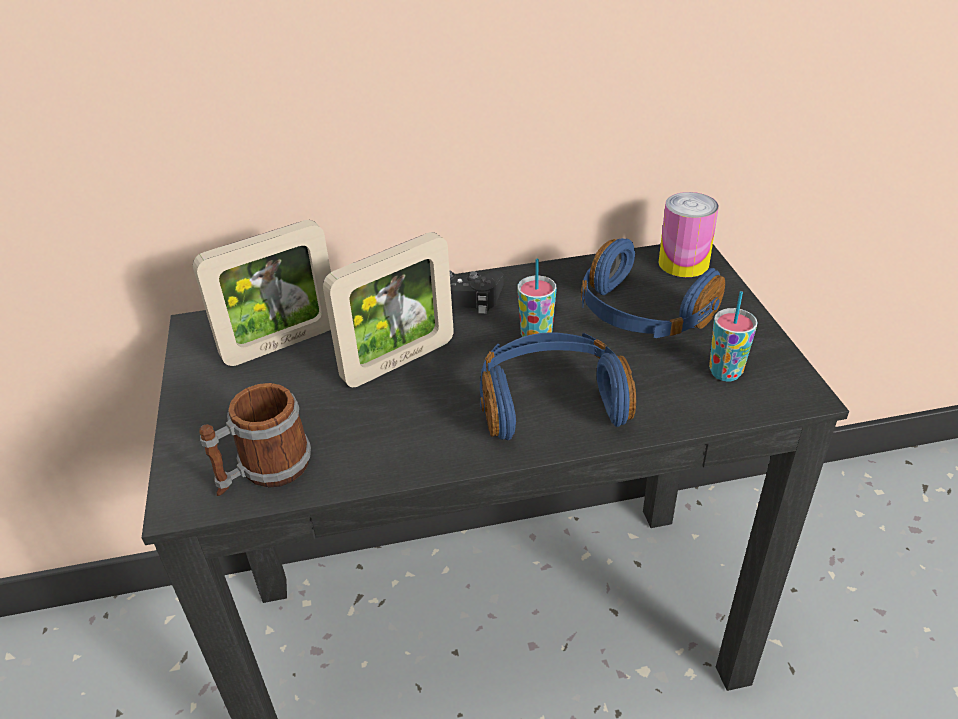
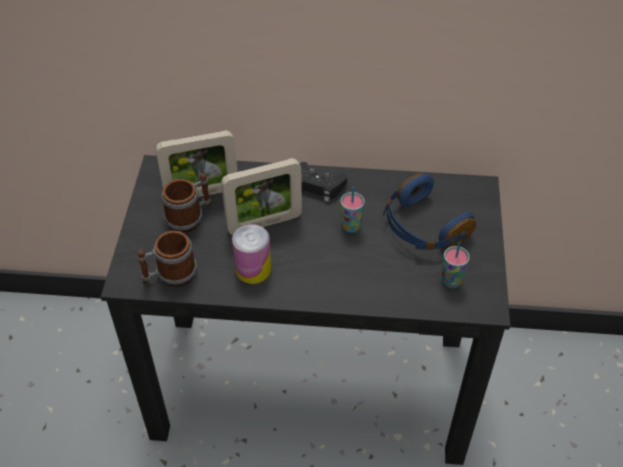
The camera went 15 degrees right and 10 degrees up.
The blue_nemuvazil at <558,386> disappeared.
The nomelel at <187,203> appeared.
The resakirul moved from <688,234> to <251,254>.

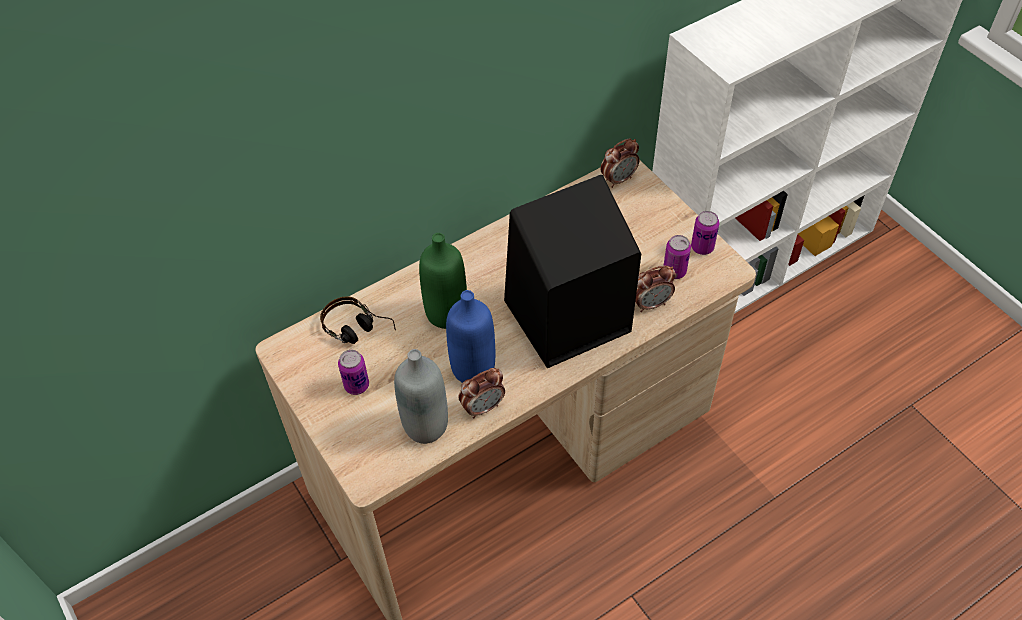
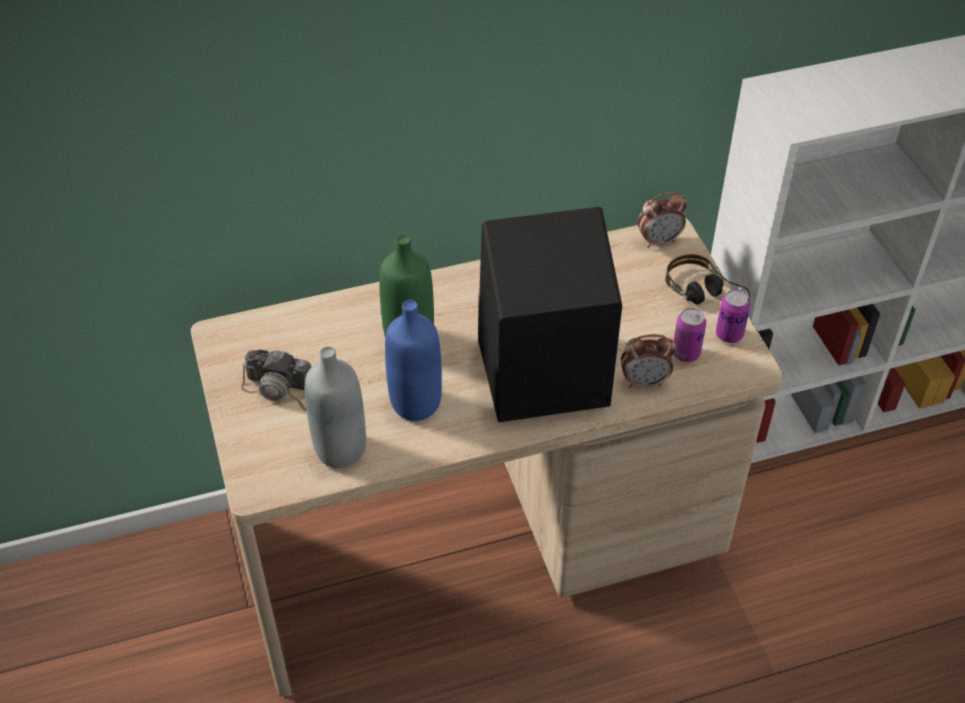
The camera went 15 degrees right and 5 degrees down.
The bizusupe at <481,393> disappeared.
The nemuvazil moved from <358,320> to <707,279>.
The resakirul at <353,372> was replaced by the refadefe at <276,380>.

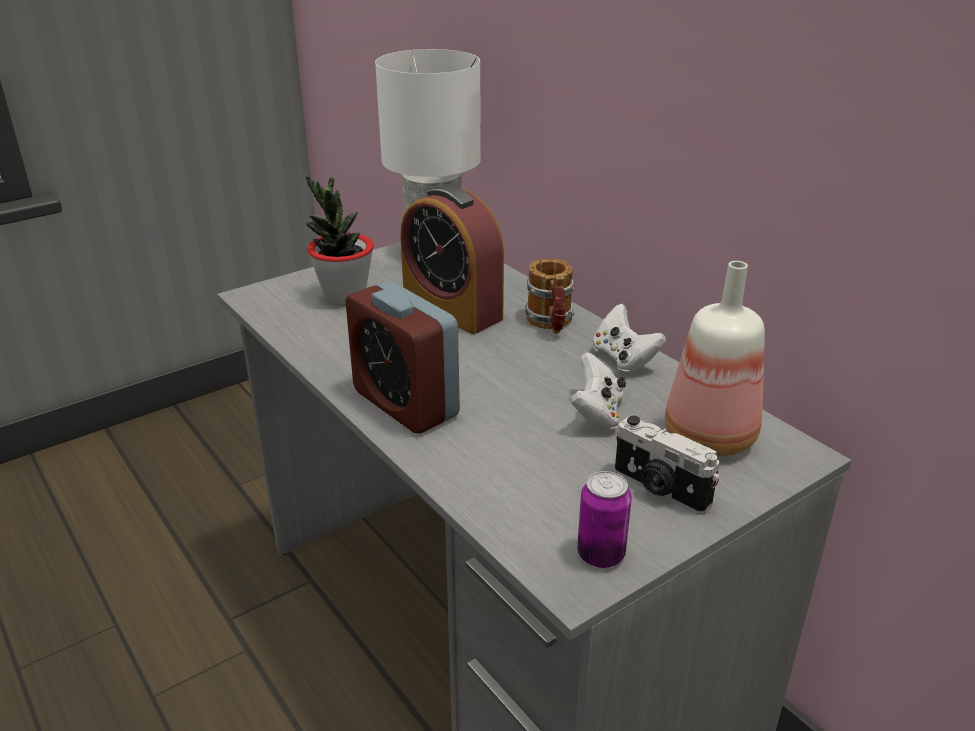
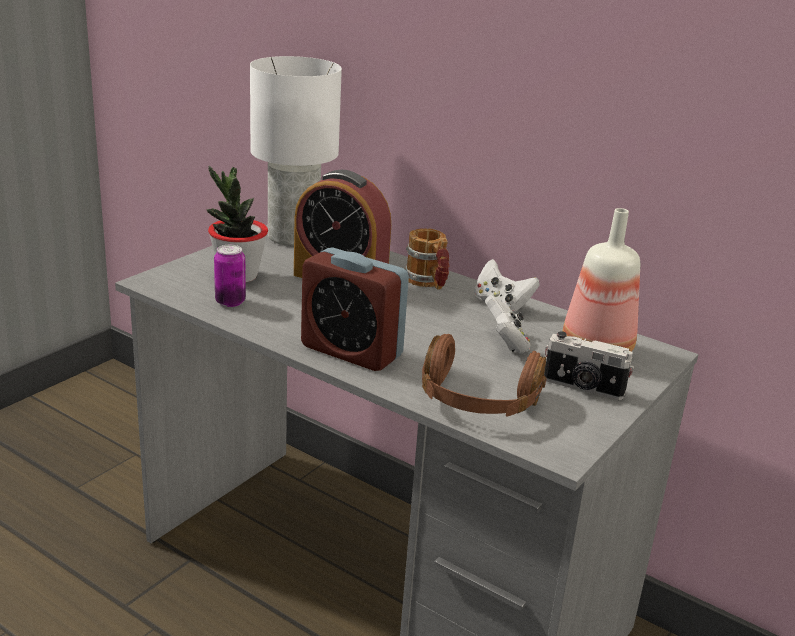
The camera went 20 degrees left and 5 degrees down.
The brown_nemuvazil at <484,375> appeared.
The resakirul moved from <604,519> to <230,276>.

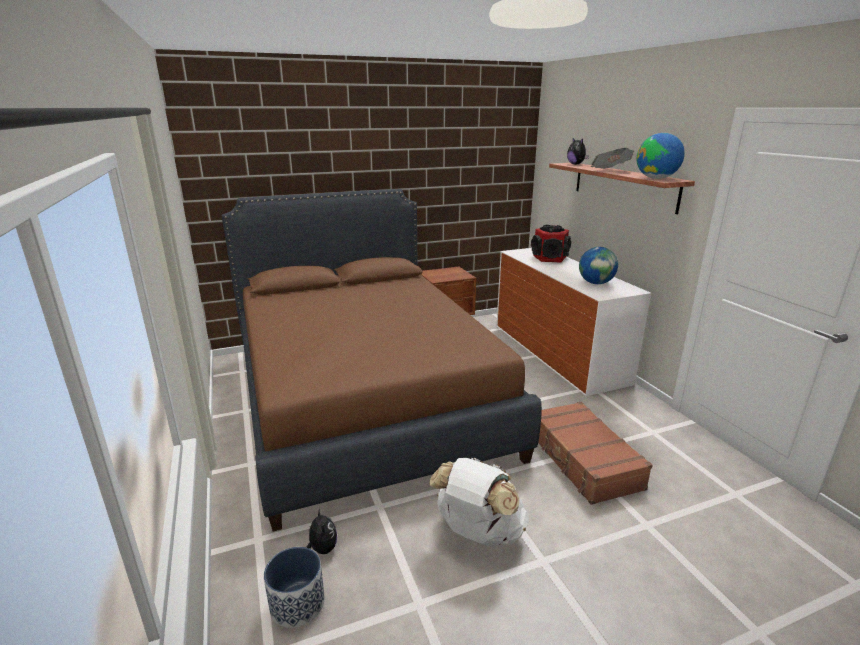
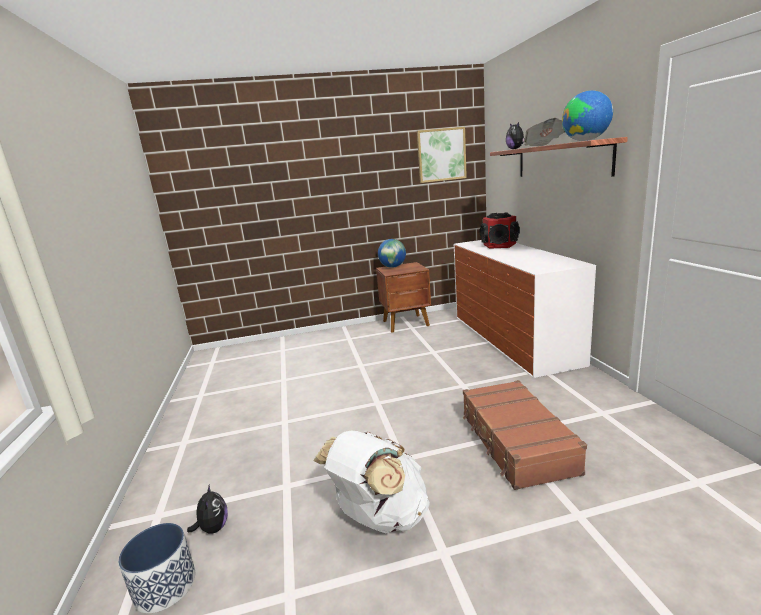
The camera went 10 degrees right and 5 degrees down.
The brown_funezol at <382,360> disappeared.
The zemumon at <442,155> appeared.
The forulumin moved from <598,265> to <392,253>.

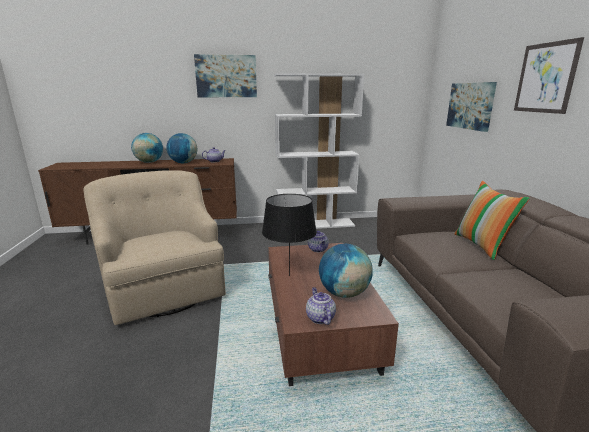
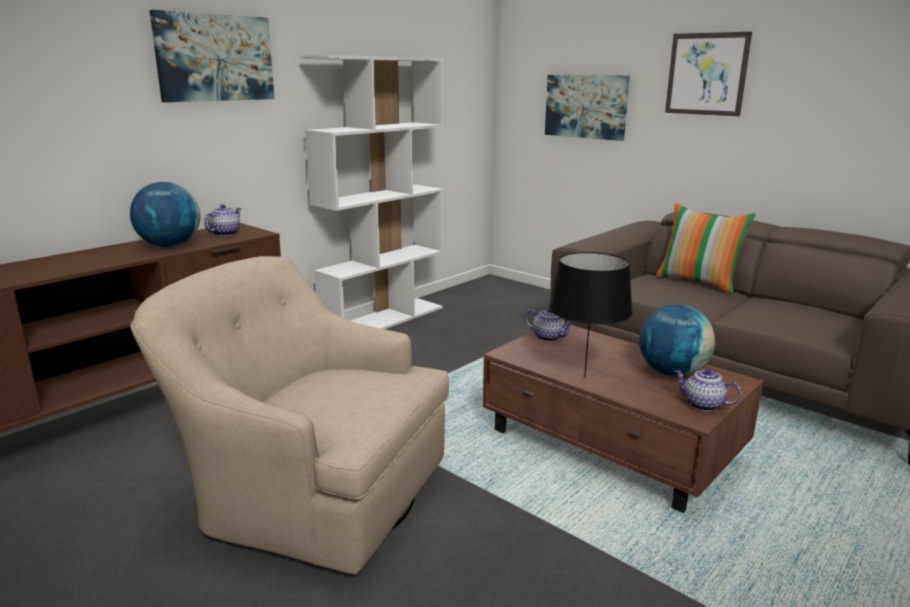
The camera went 40 degrees left and 0 degrees up.
The forulumin at <147,148> disappeared.

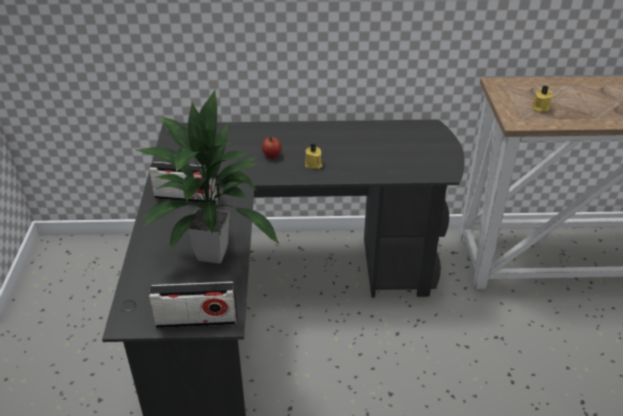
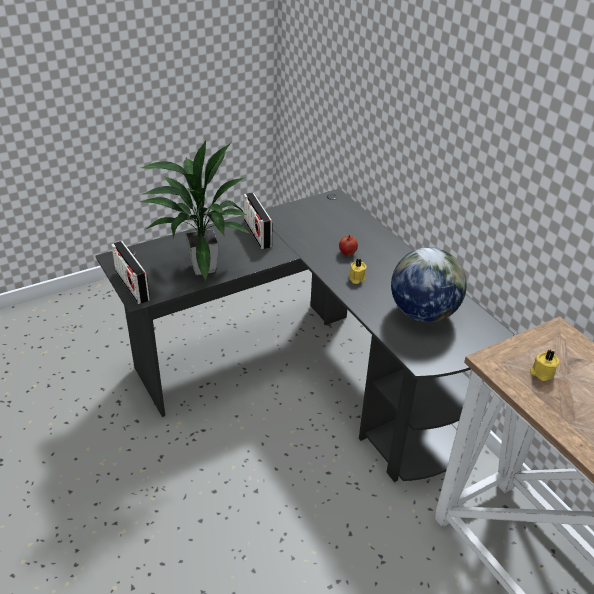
The camera went 60 degrees right and 0 degrees up.
The forulumin at <429,284> appeared.

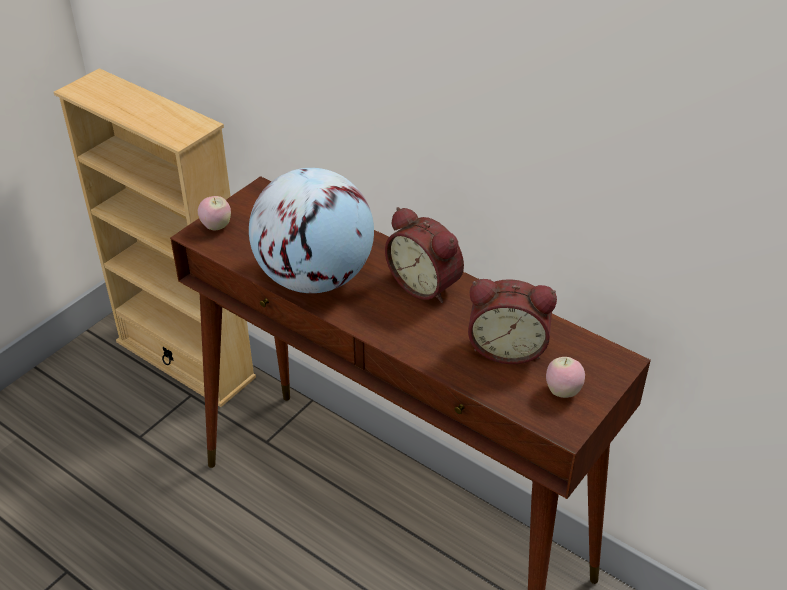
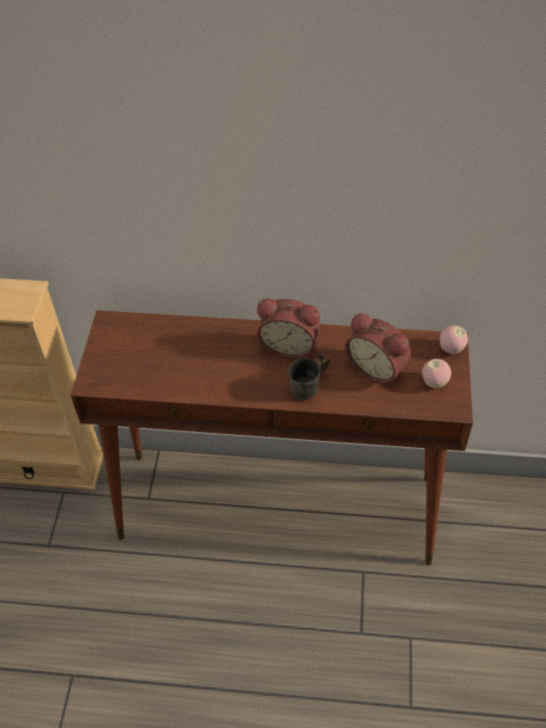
The camera went 30 degrees left and 10 degrees up.
The forulumin at <311,230> disappeared.
The grey_nomelel at <309,376> appeared.
The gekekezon moved from <214,213> to <454,339>.
The bizusupe at <512,321> turned 60 degrees clockwise.

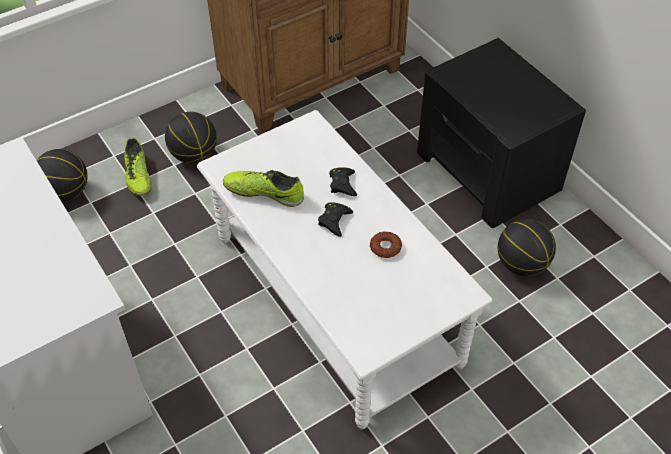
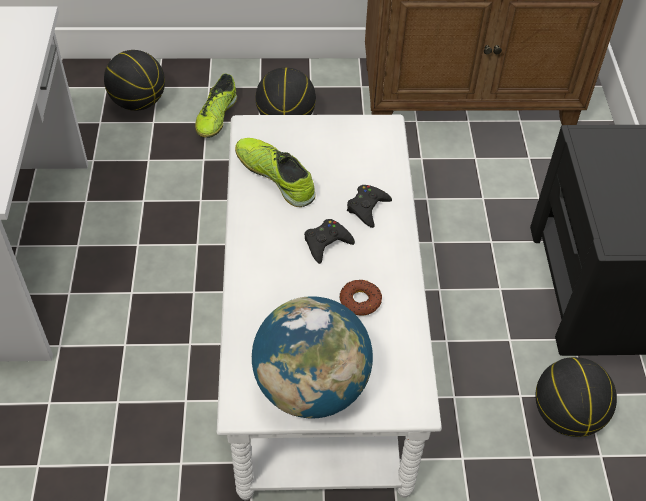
The camera went 30 degrees right and 0 degrees up.
The forulumin at <312,357> appeared.

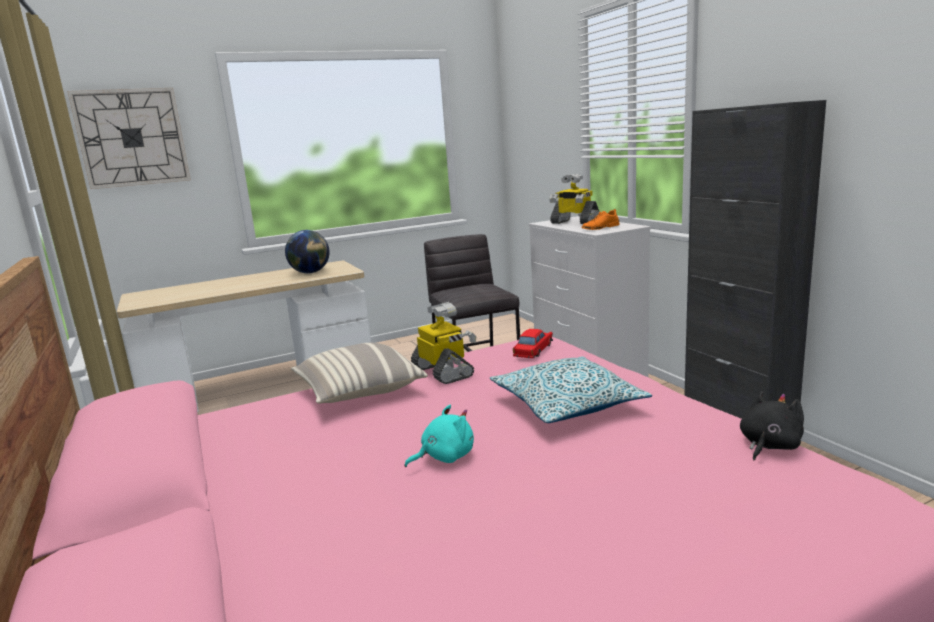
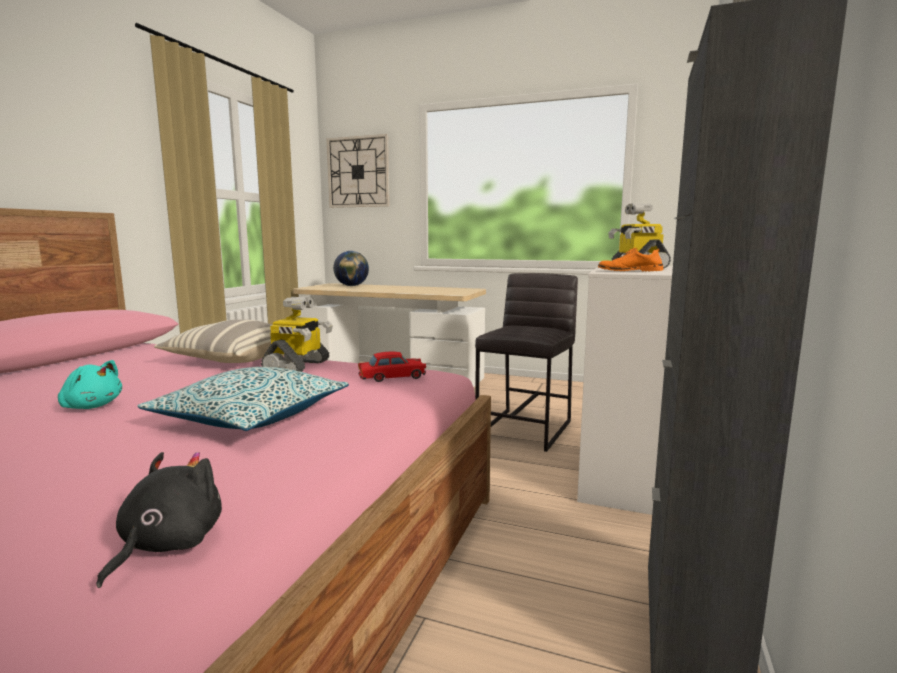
The camera went 45 degrees right and 5 degrees down.
The forulumin moved from <307,251> to <351,268>.
The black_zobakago at <772,425> turned 75 degrees counterclockwise.

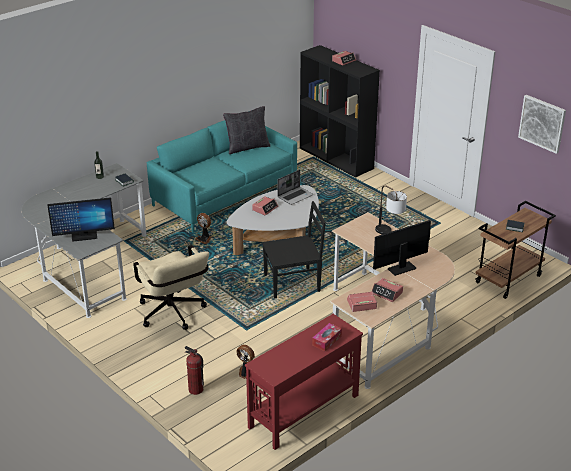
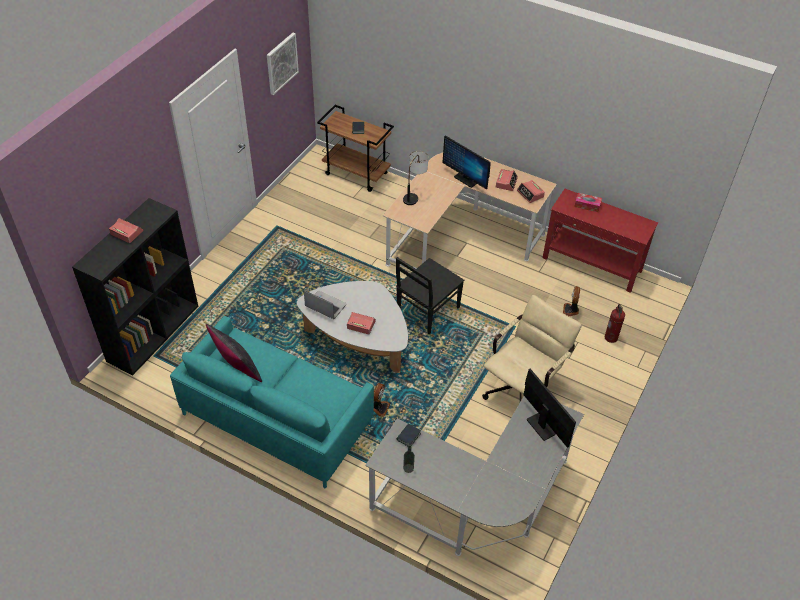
The camera went 110 degrees left and 15 degrees up.
The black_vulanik at <294,249> turned 105 degrees counterclockwise.

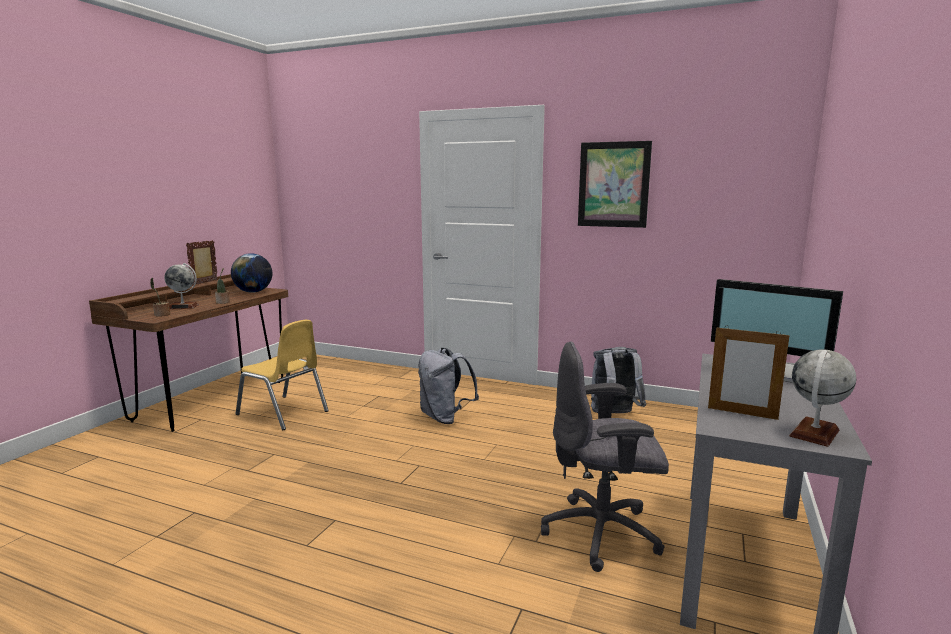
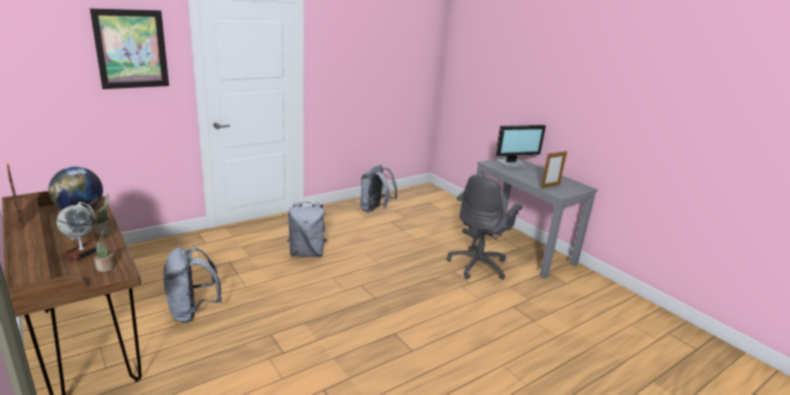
The camera went 60 degrees left and 10 degrees up.
The forulumin at <822,398> disappeared.
The zemumon moved from <615,184> to <129,48>.
The yellow_vulanik at <282,375> was replaced by the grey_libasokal at <192,285>.

